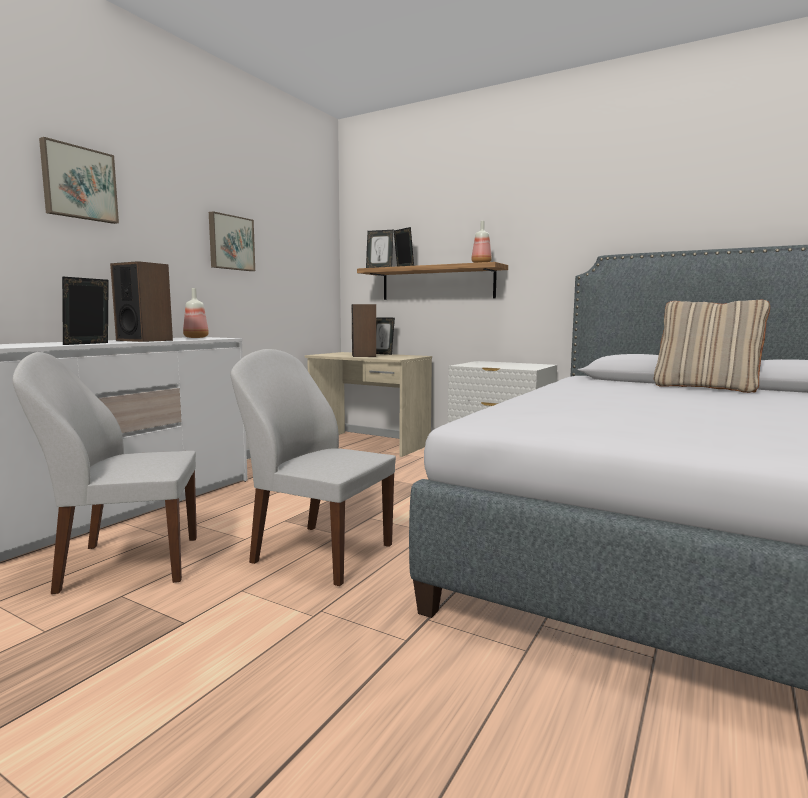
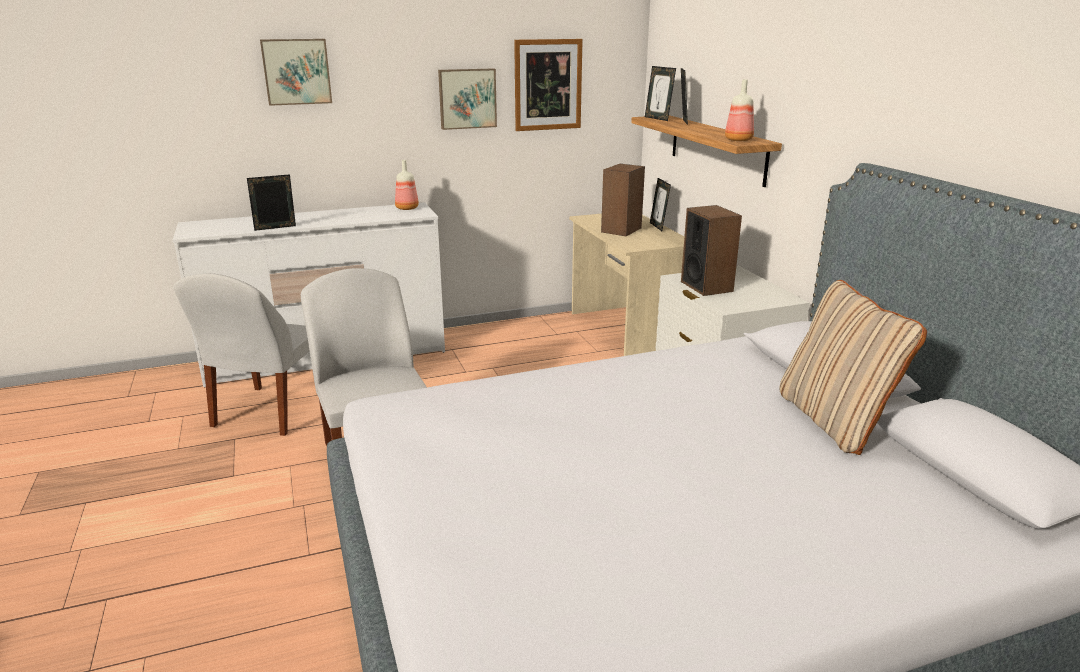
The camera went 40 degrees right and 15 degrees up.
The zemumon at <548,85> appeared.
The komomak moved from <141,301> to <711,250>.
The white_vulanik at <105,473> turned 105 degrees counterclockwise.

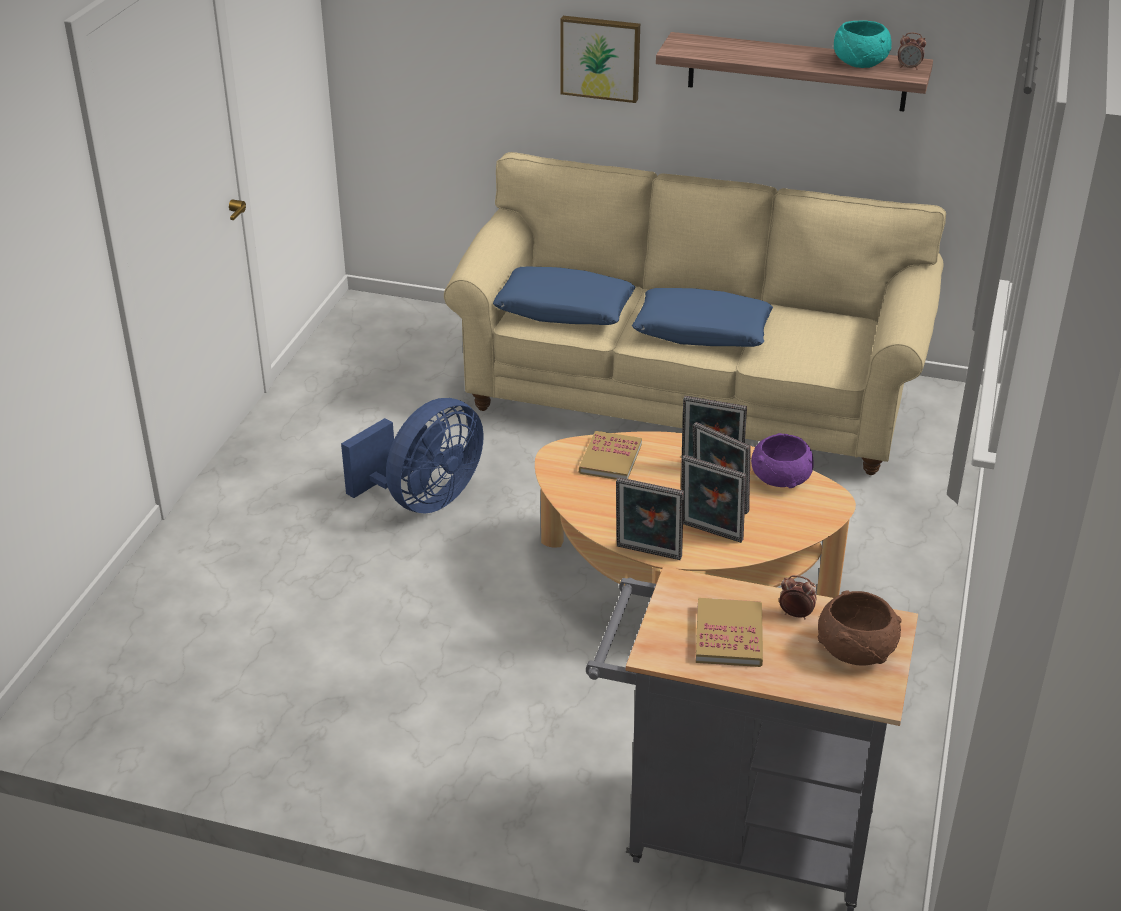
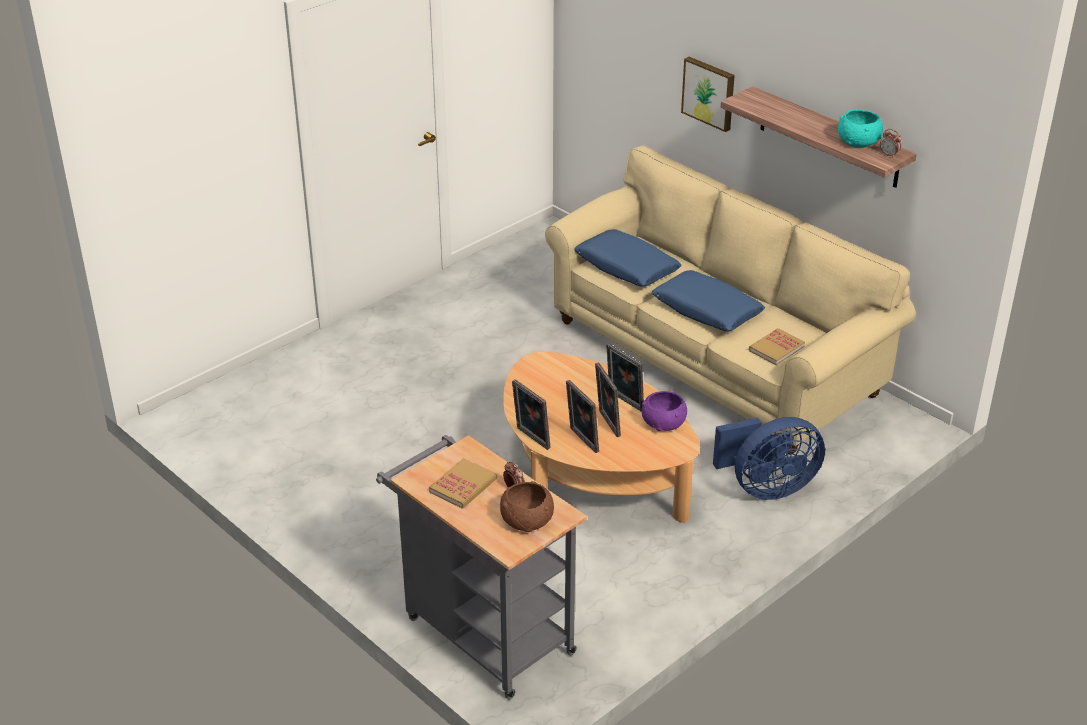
The camera went 30 degrees right and 0 degrees up.
The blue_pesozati moved from <412,456> to <769,458>.
The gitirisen moved from <610,455> to <777,346>.

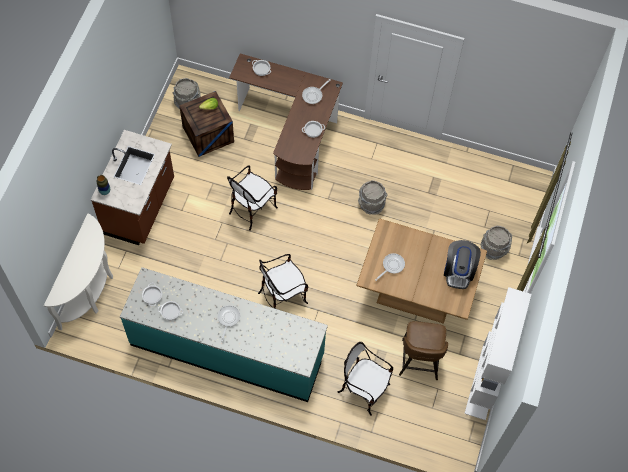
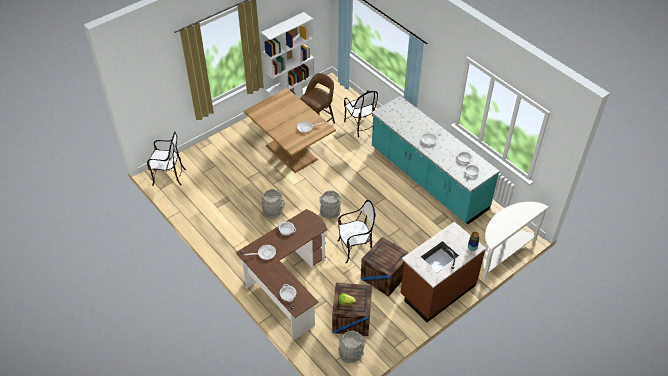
The camera went 145 degrees left and 15 degrees down.
The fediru at <462,264> disappeared.
The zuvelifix at <385,267> appeared.
The vulanik moved from <283,281> to <166,159>.
The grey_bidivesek moved from <496,243> to <330,204>.

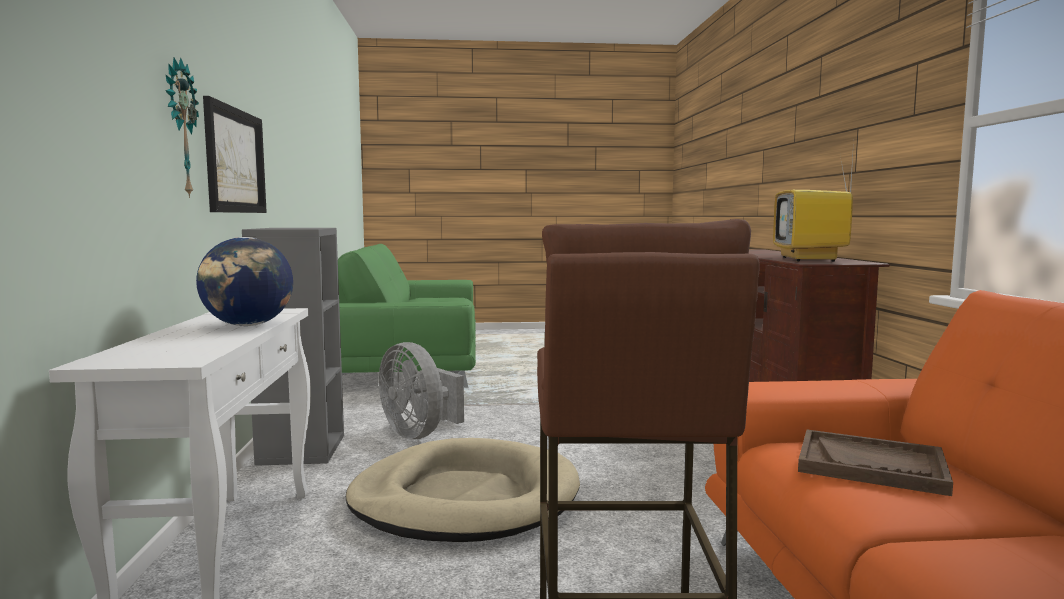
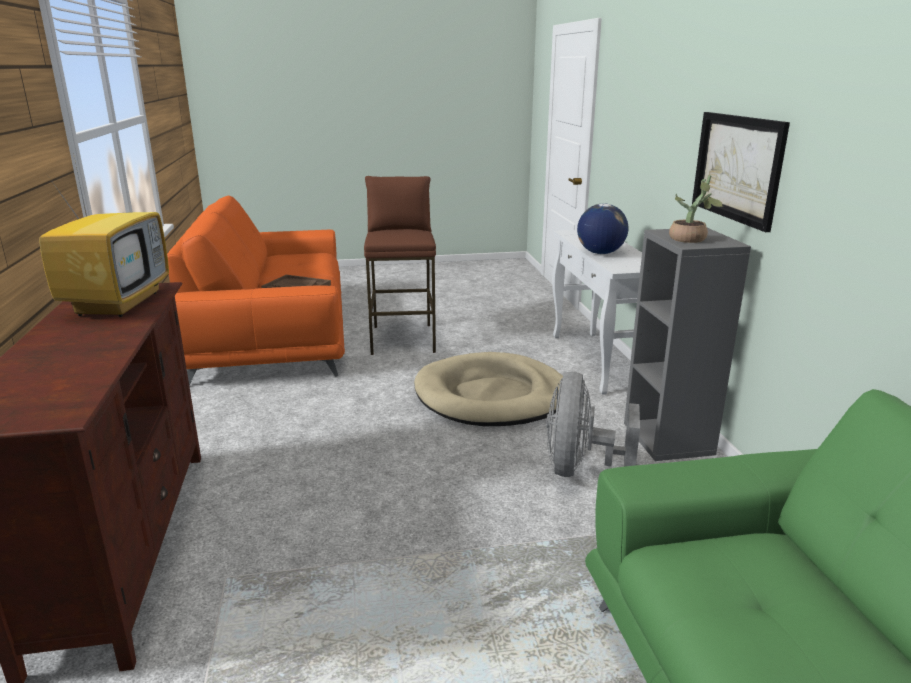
The camera went 175 degrees right and 15 degrees up.
The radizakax at <182,128> disappeared.
The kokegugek at <696,209> appeared.
The grey_pesozati at <421,390> turned 120 degrees counterclockwise.

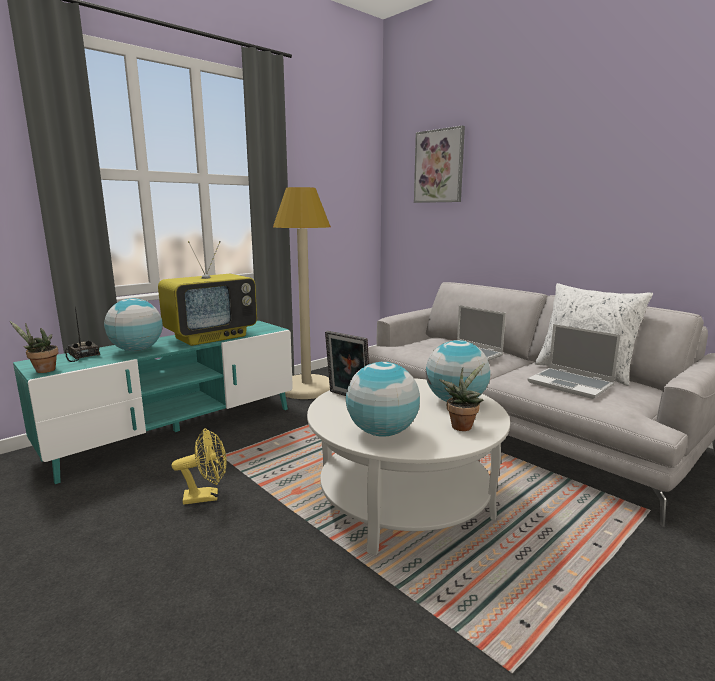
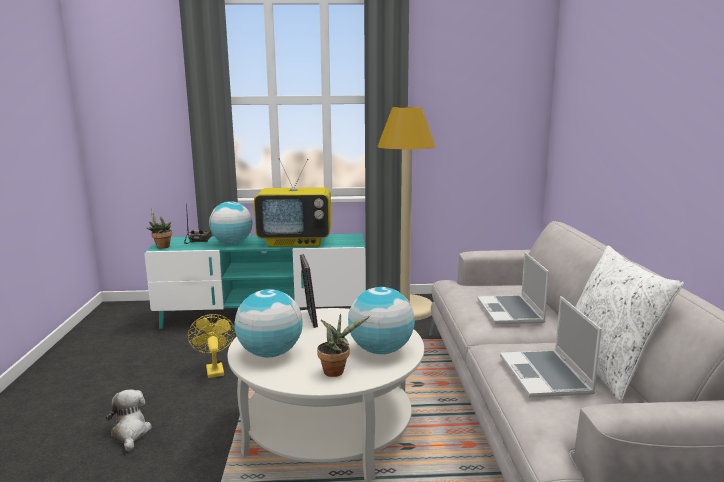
The camera went 40 degrees right and 0 degrees up.
The zemumon at <439,164> disappeared.
The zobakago at <129,421> appeared.
The yellow_pesozati at <199,466> turned 135 degrees counterclockwise.

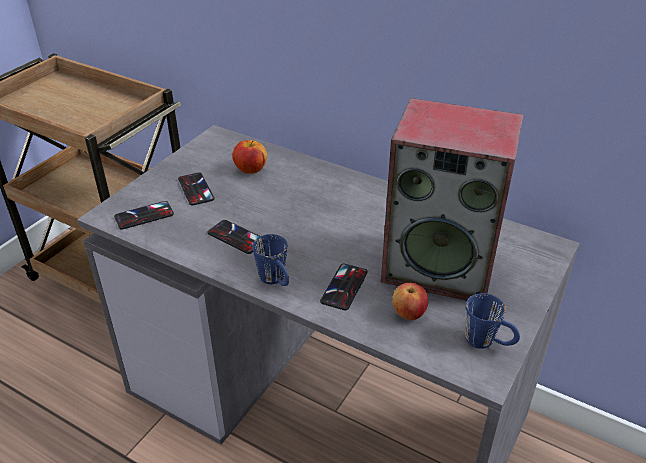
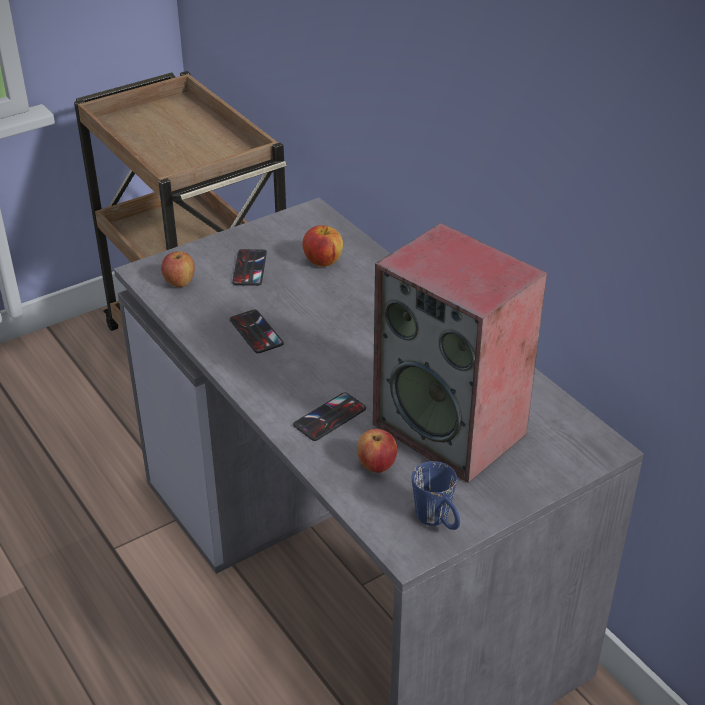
The camera went 25 degrees right and 0 degrees up.
The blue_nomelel at <270,260> disappeared.
The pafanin at <144,215> was replaced by the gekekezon at <178,269>.

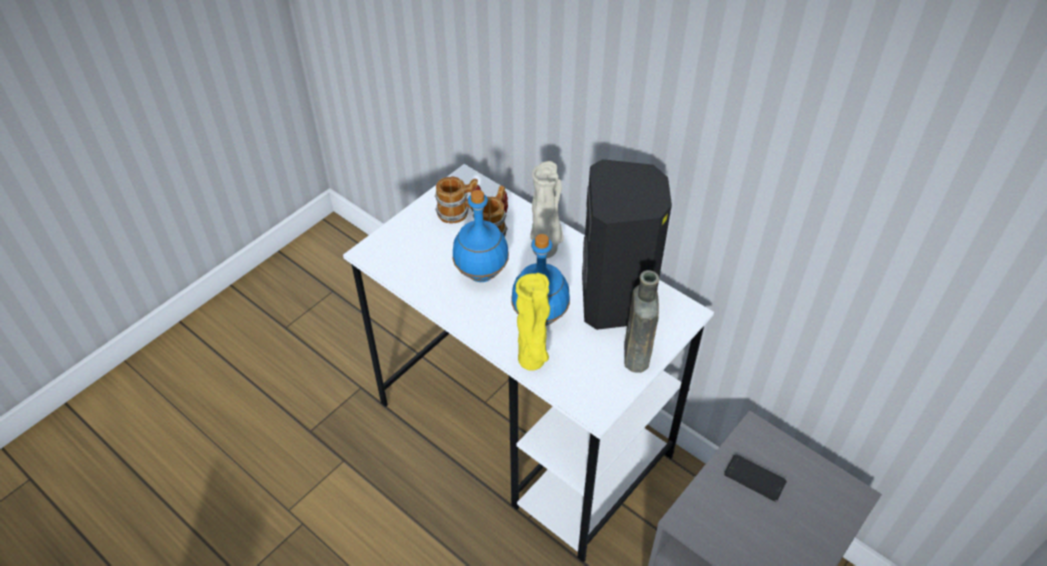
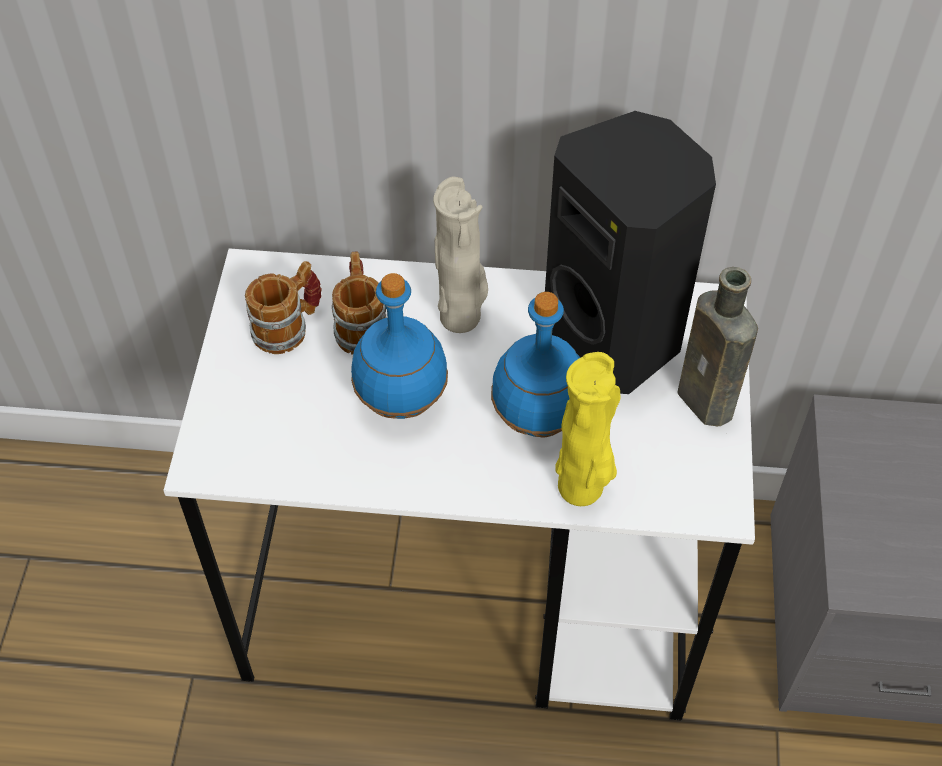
The camera went 35 degrees left and 5 degrees up.
The pafanin at <755,477> disappeared.

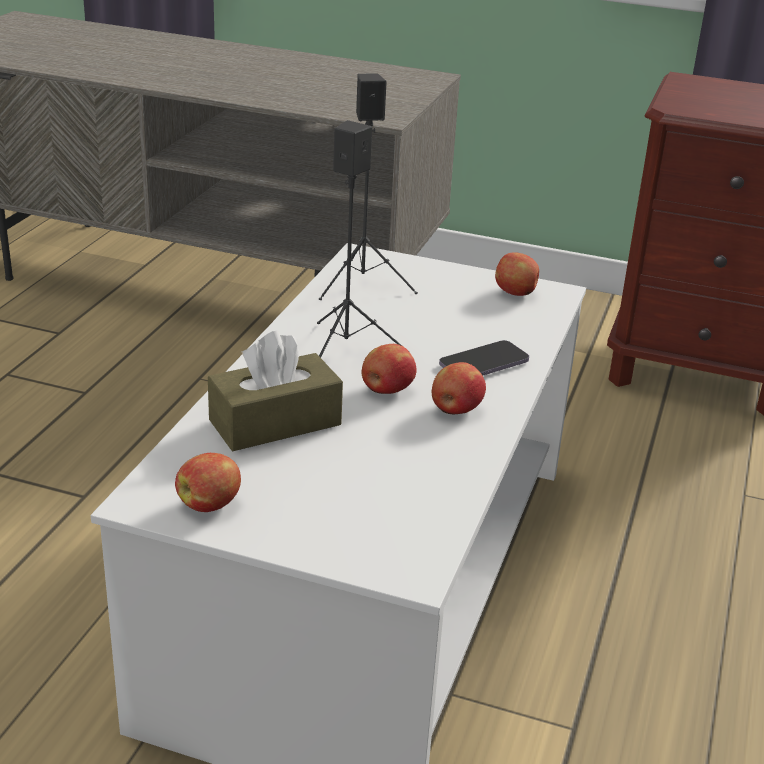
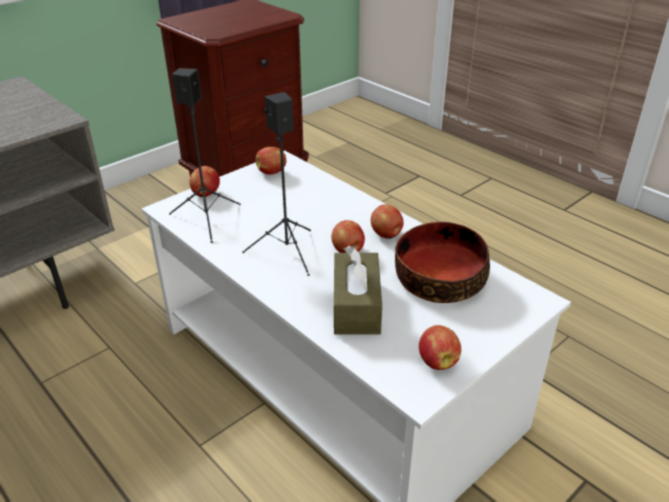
The camera went 60 degrees left and 5 degrees up.
The pafanin at <484,357> disappeared.
The gekekezon at <204,181> appeared.
The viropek at <442,262> appeared.

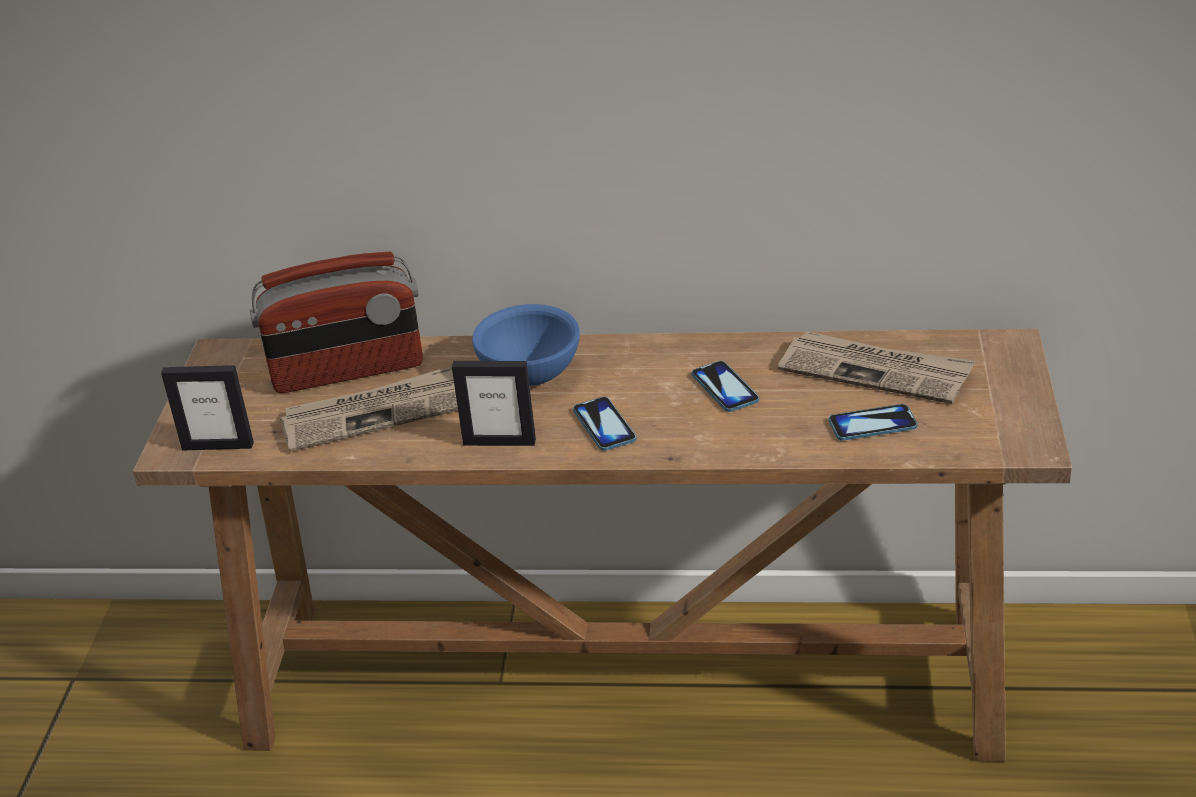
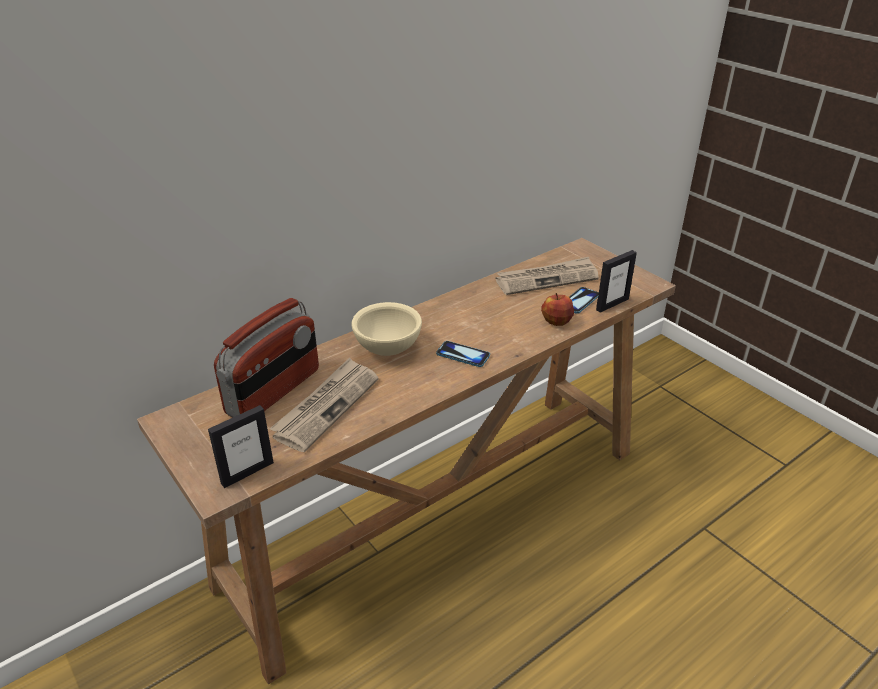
The camera went 45 degrees left and 0 degrees up.
The pafanin at <725,386> disappeared.
The gekekezon at <557,309> appeared.
The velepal moved from <494,403> to <616,281>.
The blue_viropek at <526,345> became the beige_viropek at <386,329>.

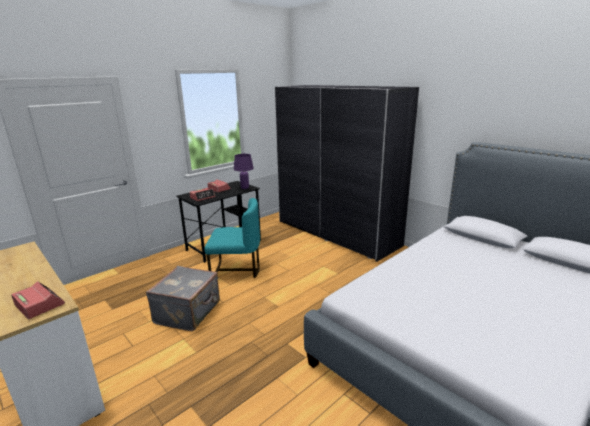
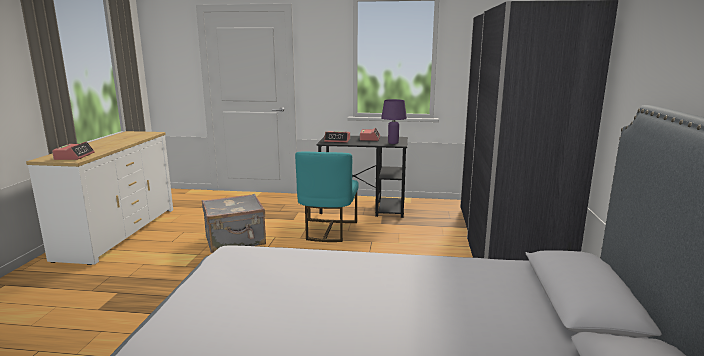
The camera went 50 degrees right and 5 degrees down.
The turquoise_vulanik at <232,238> turned 45 degrees clockwise.

